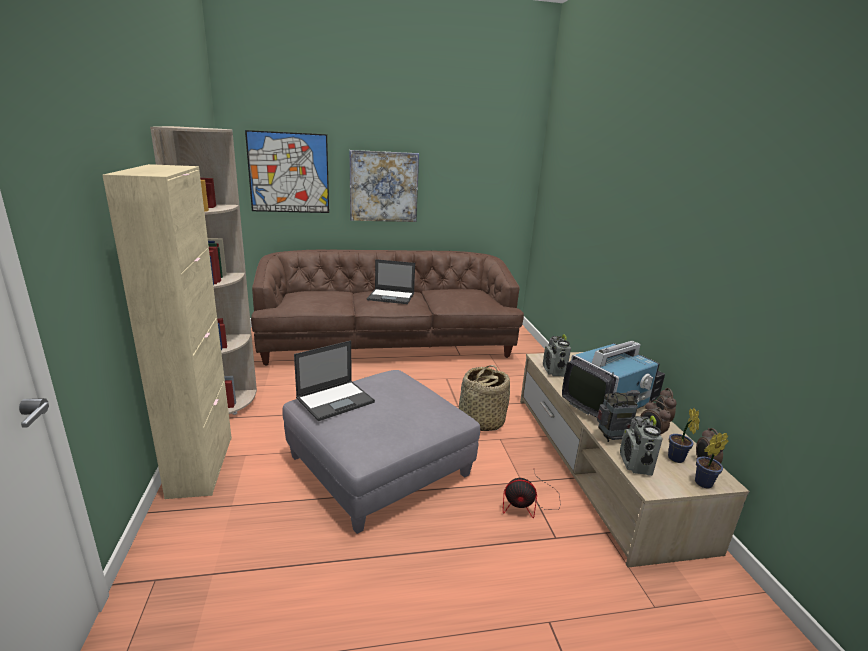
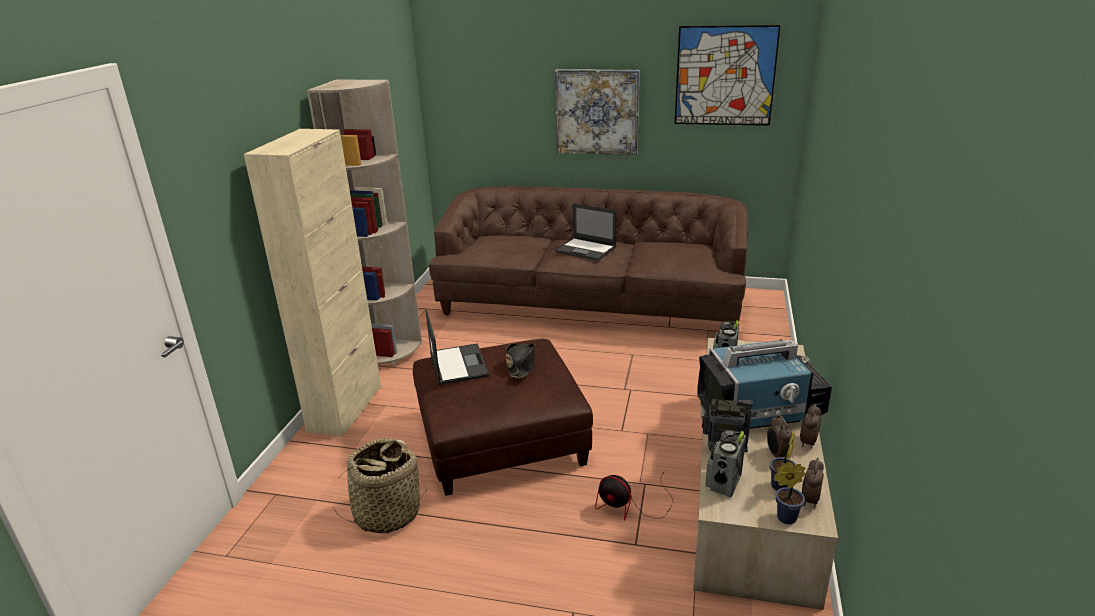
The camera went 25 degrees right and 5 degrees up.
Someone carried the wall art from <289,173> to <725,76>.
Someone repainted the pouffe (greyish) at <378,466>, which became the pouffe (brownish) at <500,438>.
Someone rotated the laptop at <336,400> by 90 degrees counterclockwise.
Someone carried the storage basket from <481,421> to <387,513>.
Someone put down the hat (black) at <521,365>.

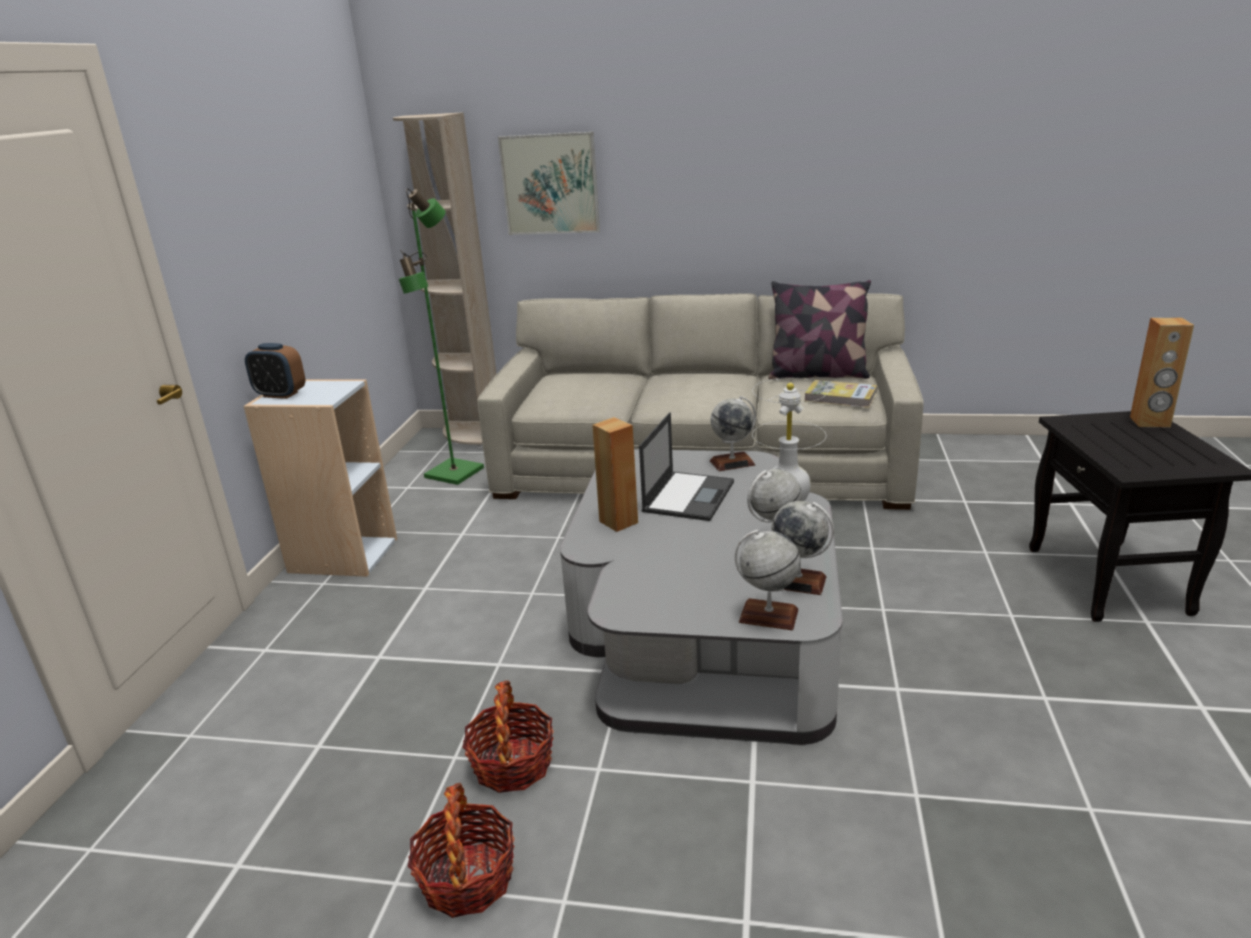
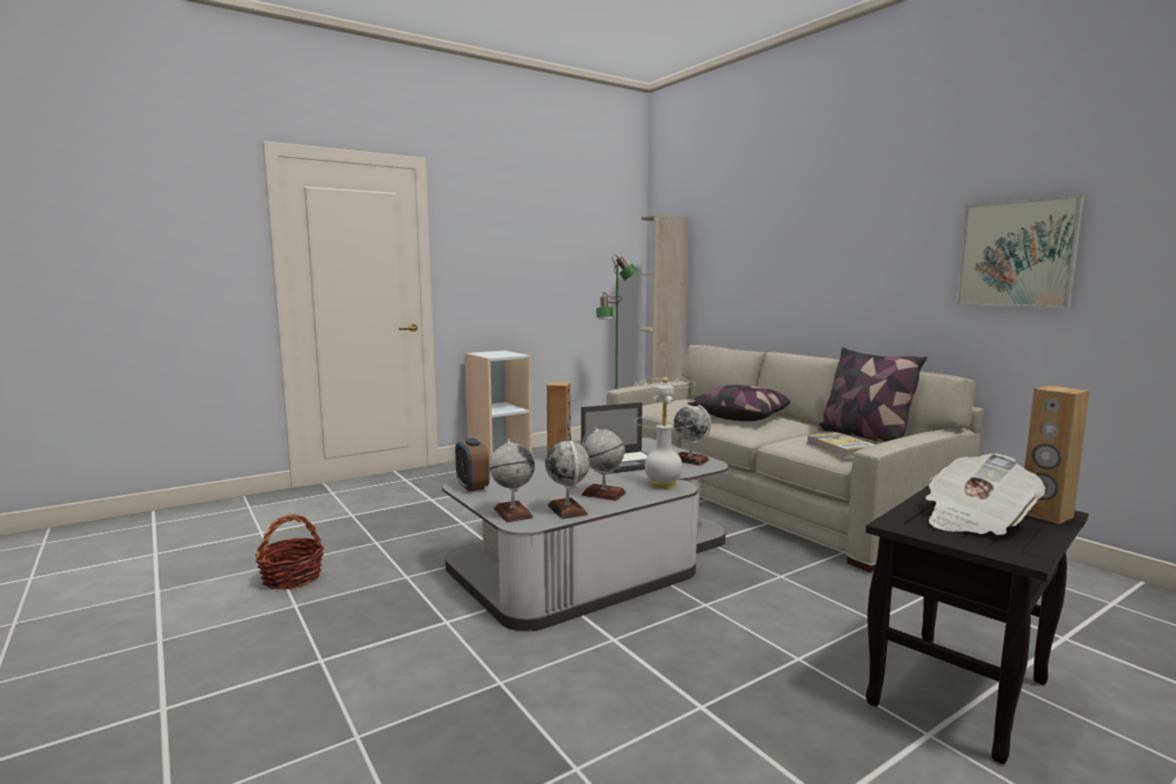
The camera went 45 degrees right and 15 degrees down.
Someone carried the alarm clock from <280,394> to <472,486>.
Someone took away the storage basket at <512,764>.
Someone carried the wall art from <550,184> to <1016,254>.
Someone put down the pillow at <741,417>.
Someone put down the newspaper at <974,521>.

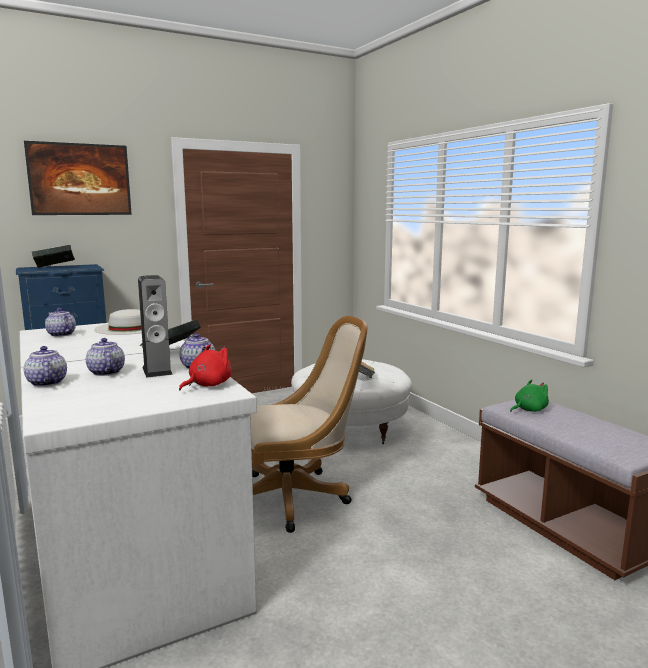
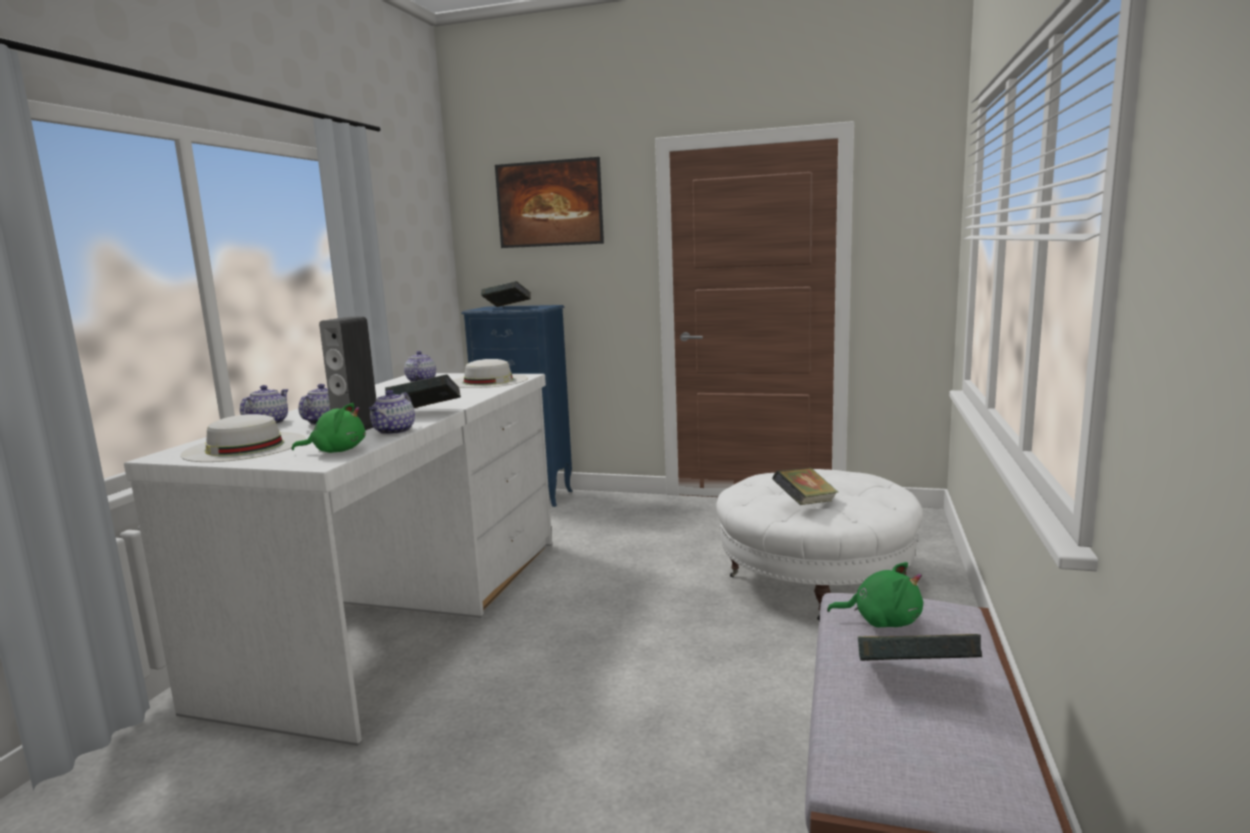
The camera went 45 degrees right and 0 degrees up.
Someone repainted the plush toy (red-coloured) at <208,385>, which became the plush toy (greenish) at <336,451>.
Someone took away the computer chair at <296,496>.
Someone put down the hat (whitish) at <245,447>.
Someone put down the bound book at <917,680>.

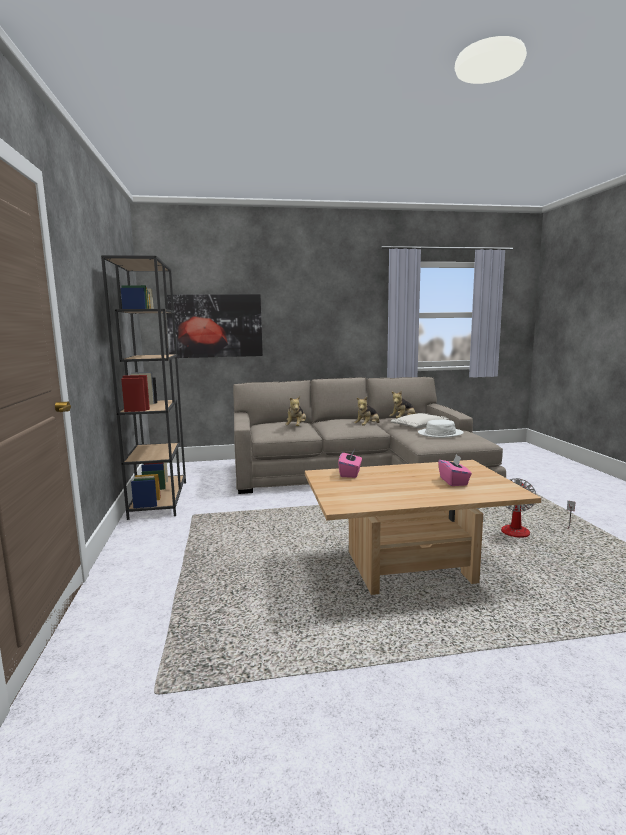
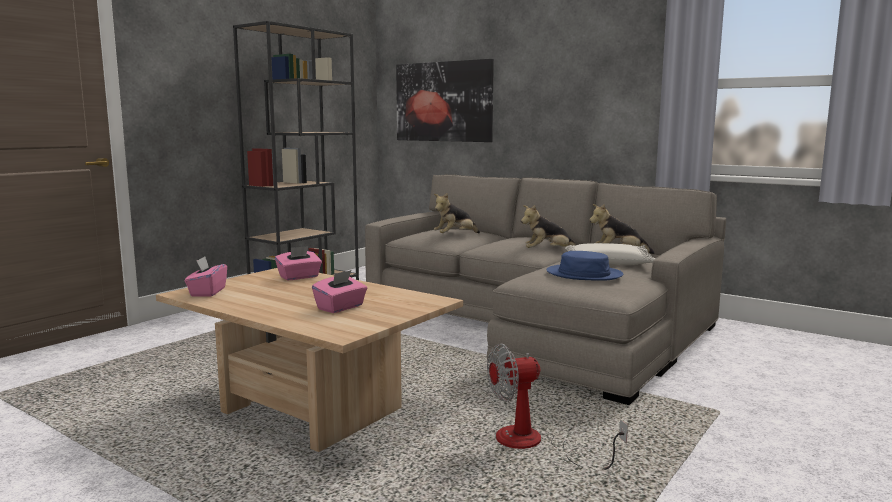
The camera went 45 degrees right and 0 degrees up.
Someone repainted the hat (whitish) at <440,433>, which became the hat (blue-coloured) at <584,274>.
Someone put down the tissue box (pink) at <207,292>.

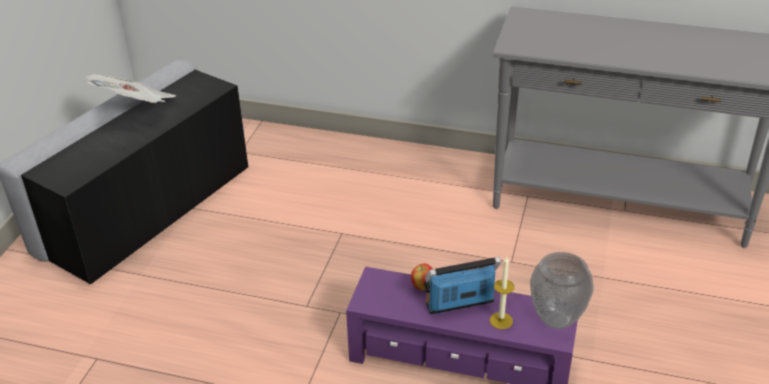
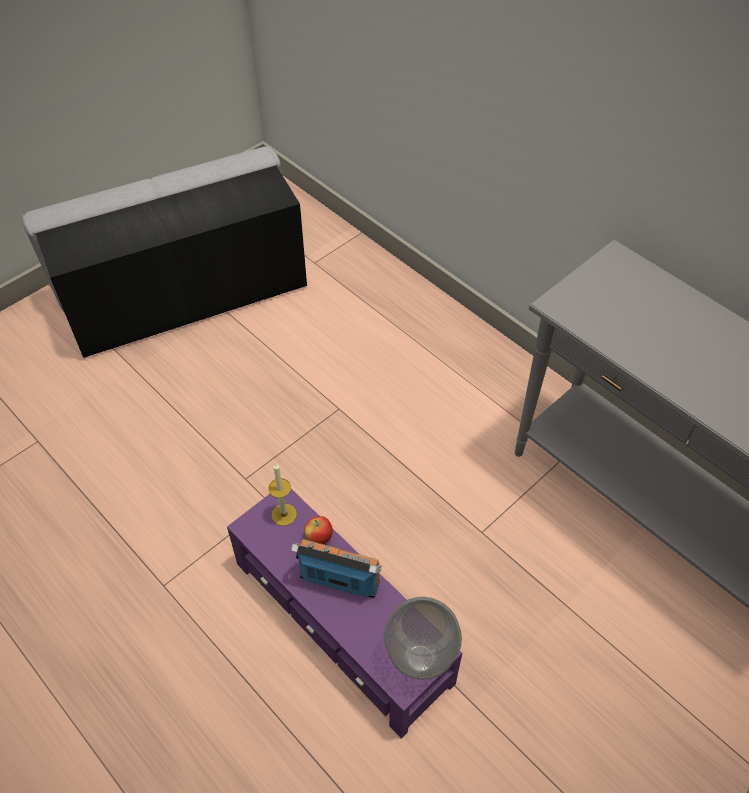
The camera went 30 degrees right and 15 degrees up.
Someone took away the newspaper at <135,107>.
Someone carried the wax candle from <501,320> to <284,514>.

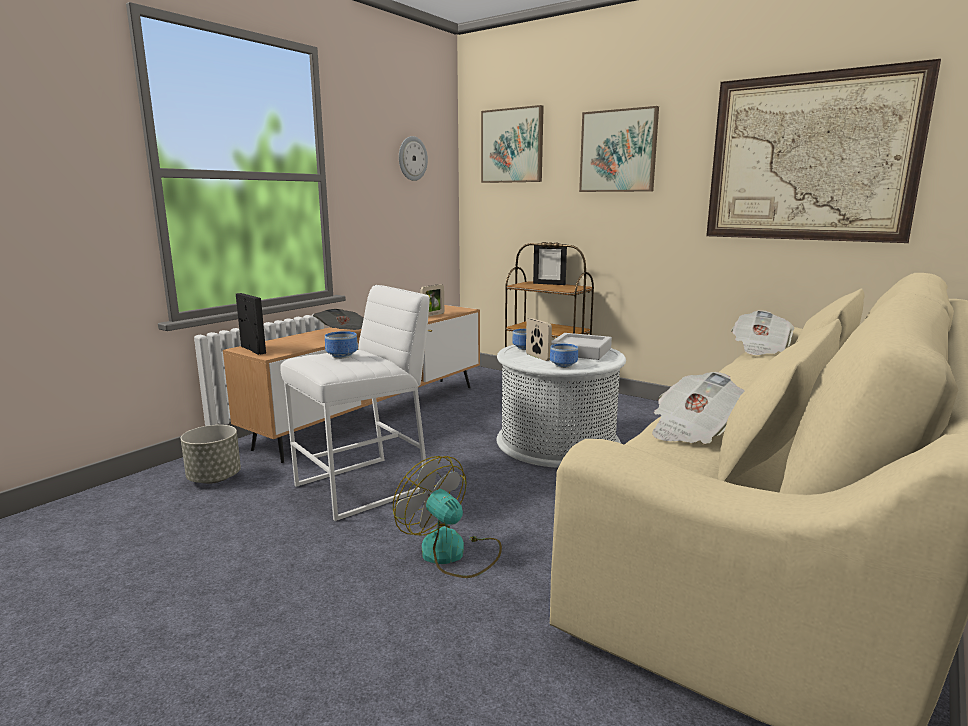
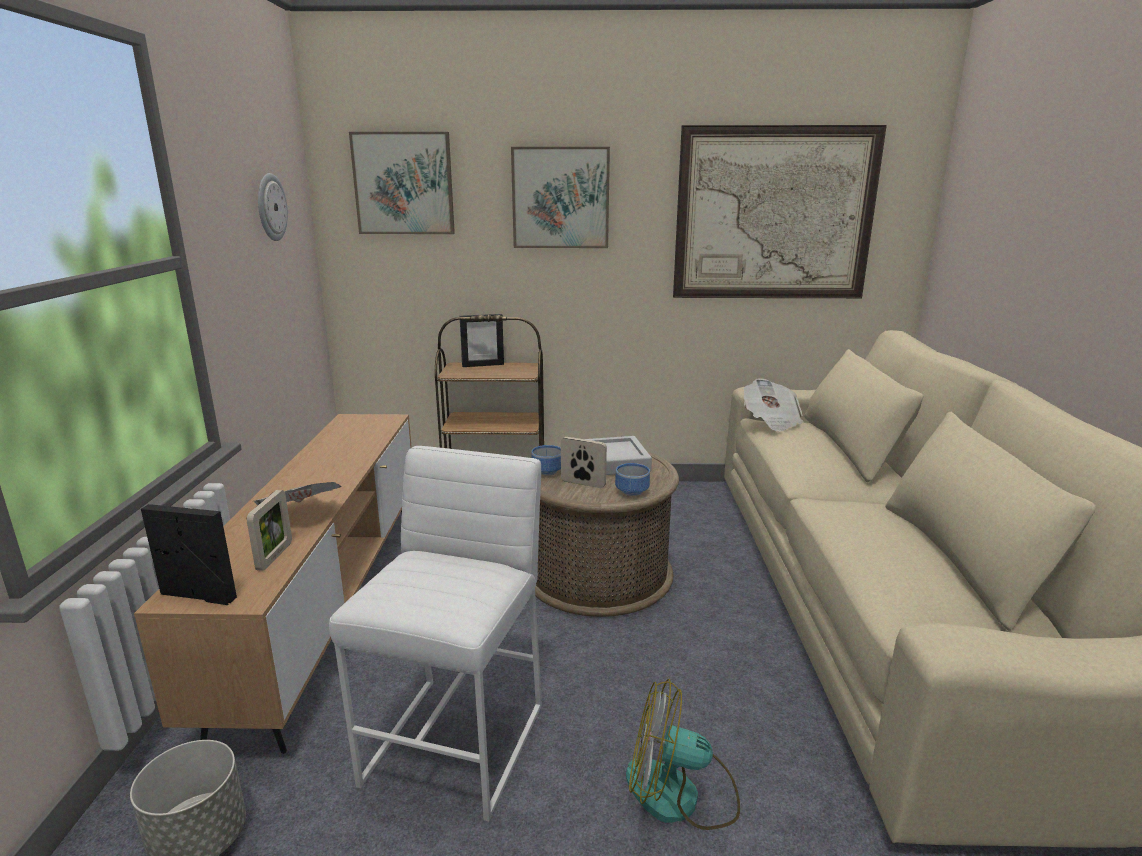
The camera went 35 degrees left and 5 degrees up.
Someone took away the deep dish at <340,356>.
Someone carried the standing frame from <432,315> to <275,556>.
Someone repainted the lounge table (whitish) at <558,442>, which became the lounge table (brownish) at <598,573>.
Someone took away the newspaper at <692,431>.

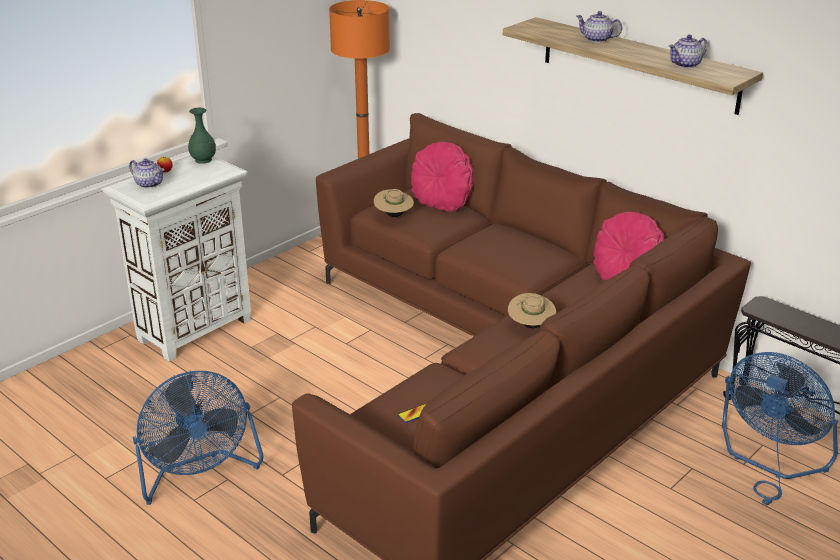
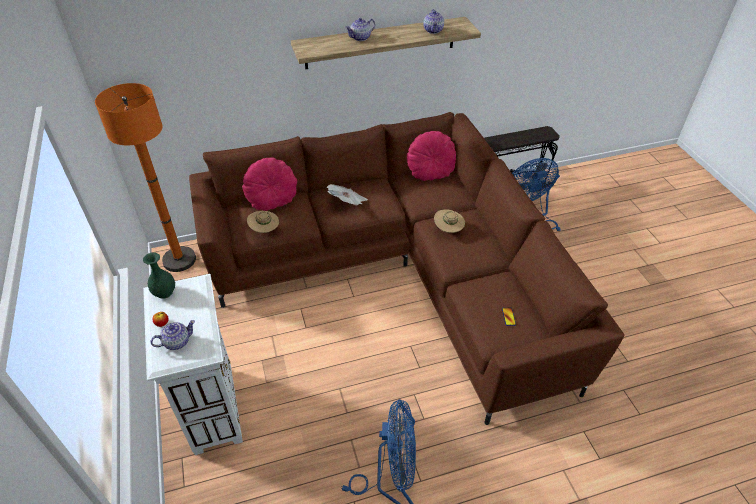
The camera went 60 degrees left and 15 degrees up.
Someone put down the newspaper at <347,203>.

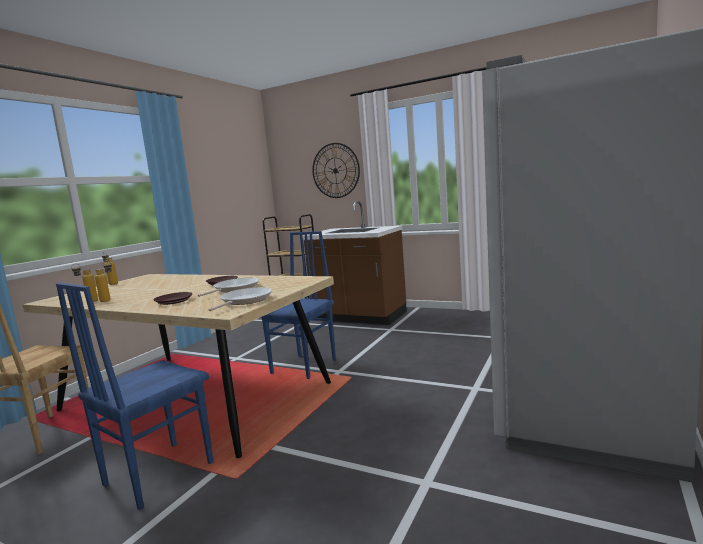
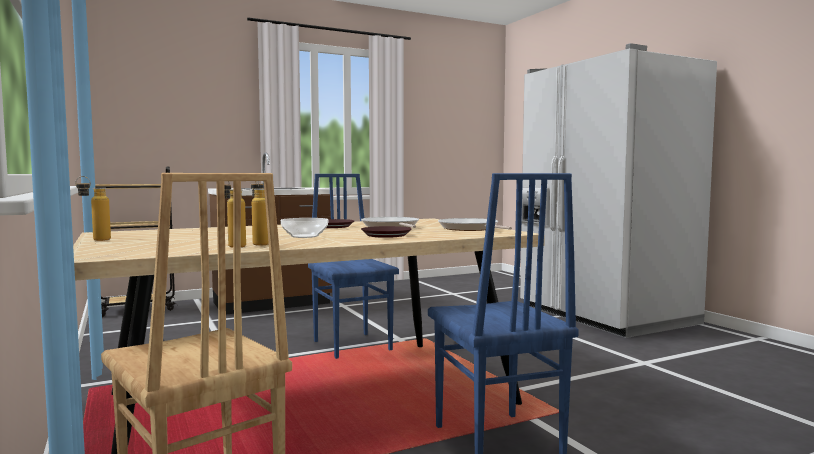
The camera went 55 degrees left and 5 degrees down.
Someone took away the hanging clock at <335,170>.
Someone put down the deep dish at <304,236>.

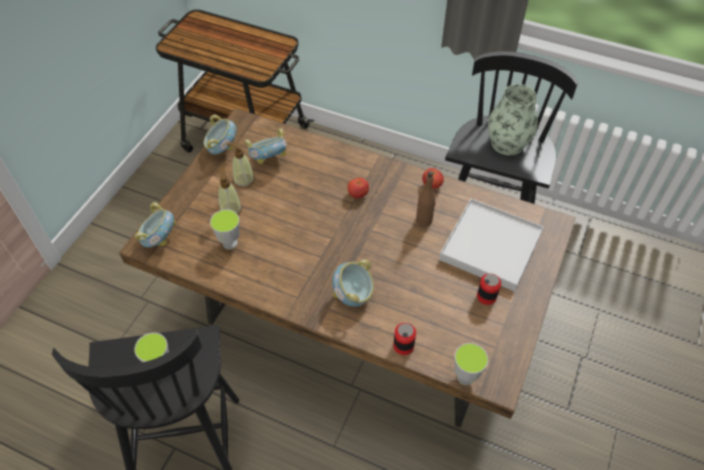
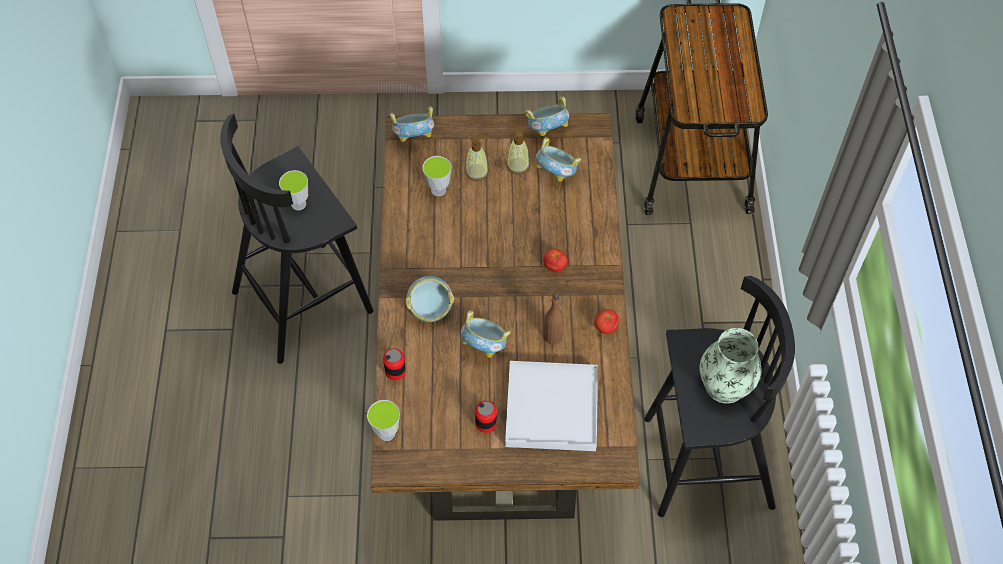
The camera went 65 degrees right and 5 degrees up.
Someone put down the deep dish at <484,345>.

